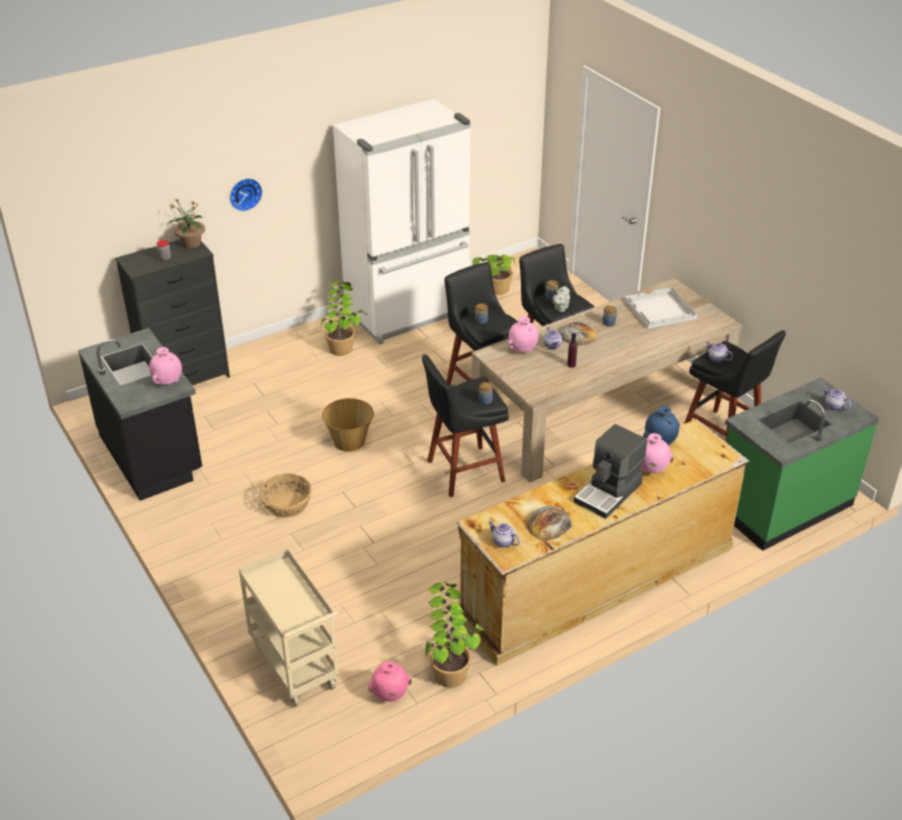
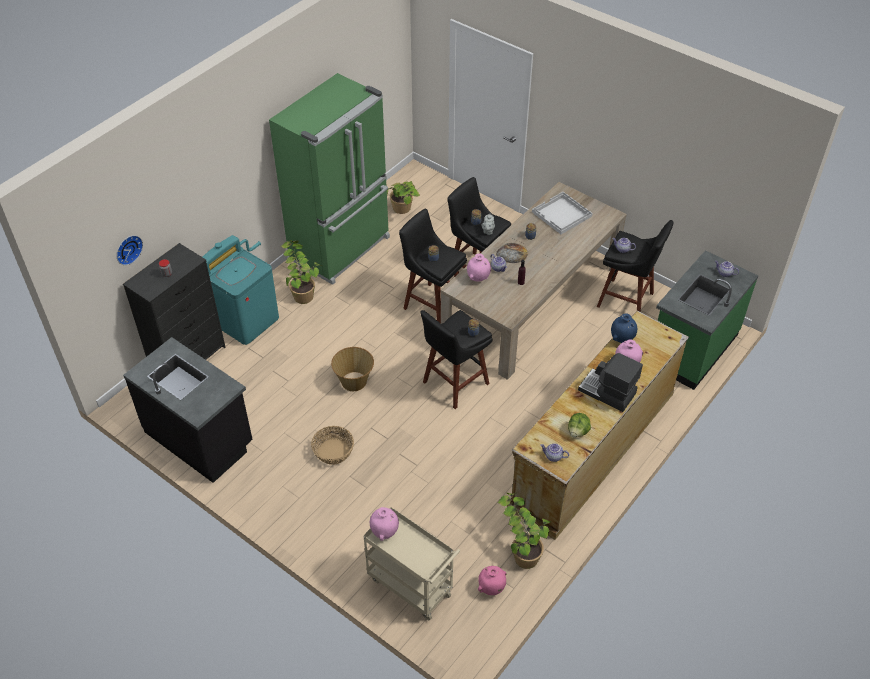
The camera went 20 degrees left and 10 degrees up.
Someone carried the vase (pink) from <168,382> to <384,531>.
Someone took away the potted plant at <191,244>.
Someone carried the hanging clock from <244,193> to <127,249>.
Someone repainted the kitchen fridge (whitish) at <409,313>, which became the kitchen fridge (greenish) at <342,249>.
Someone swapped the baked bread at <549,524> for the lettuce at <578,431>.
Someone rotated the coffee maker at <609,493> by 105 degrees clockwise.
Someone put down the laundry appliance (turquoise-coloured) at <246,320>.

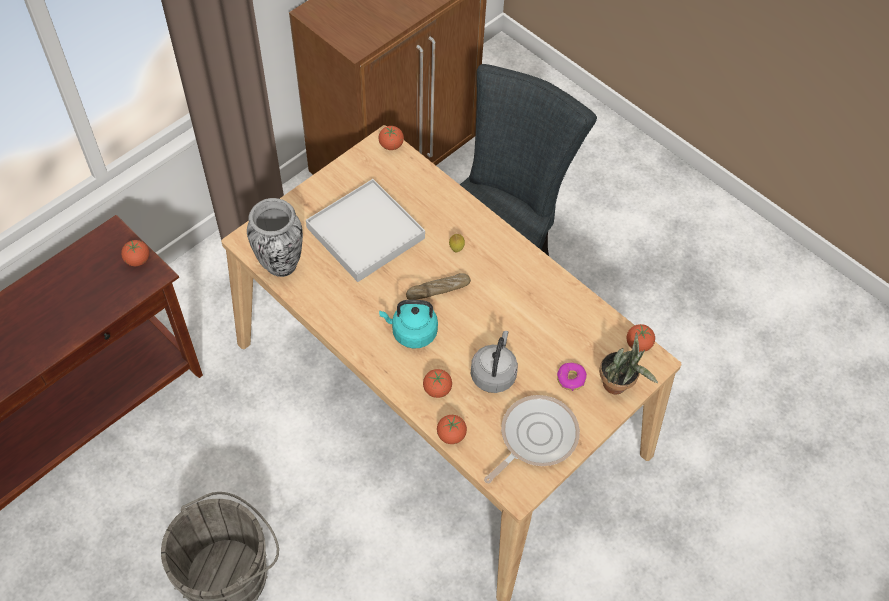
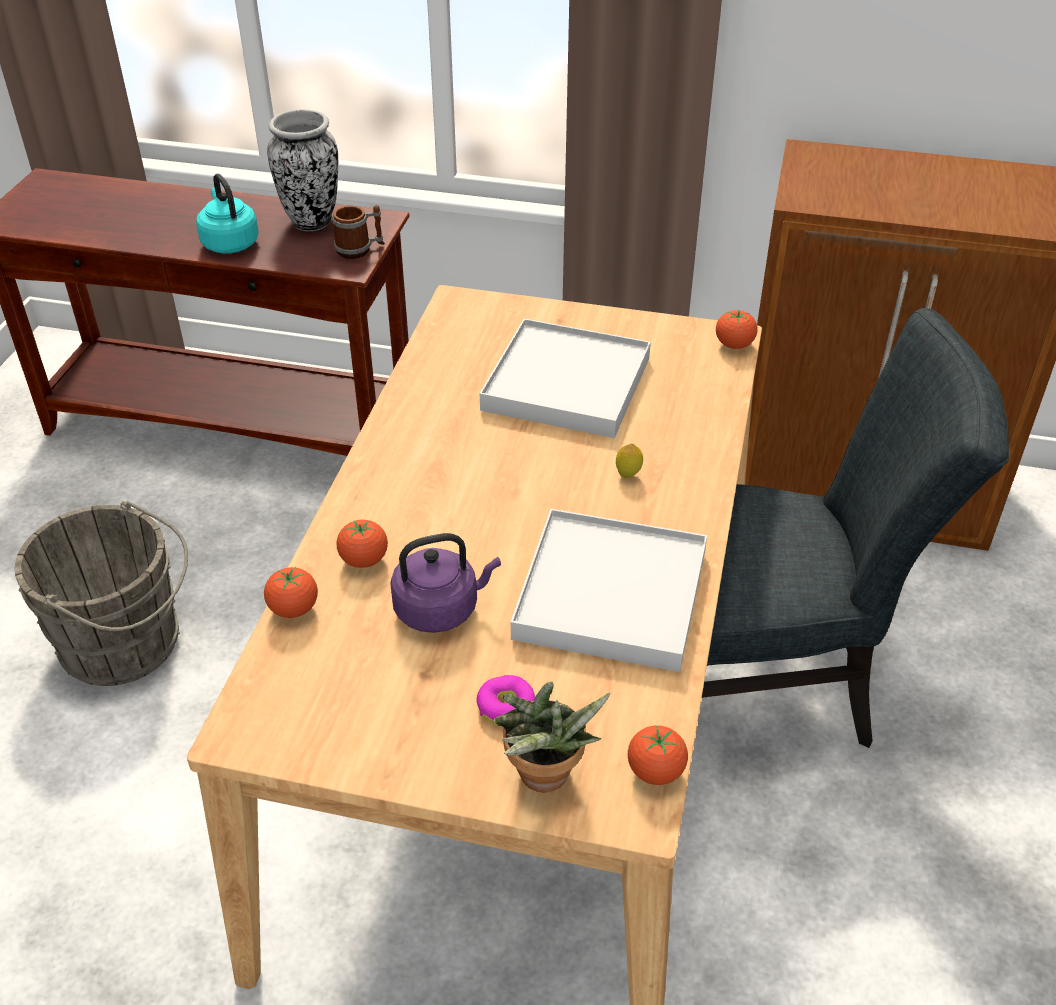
The camera went 60 degrees right and 15 degrees down.
Someone swapped the fresh tomato at <138,260> for the mug at <360,249>.
Someone carried the vase from <281,264> to <312,221>.
Someone carried the tea kettle (turquoise-coloured) from <411,332> to <229,242>.
Someone took away the baked bread at <438,290>.
Someone repainted the tea kettle (greyish) at <493,373>, which became the tea kettle (purple) at <441,609>.
Someone took away the skillet at <534,437>.
Someone put down the carrying tray (whitish) at <610,595>.

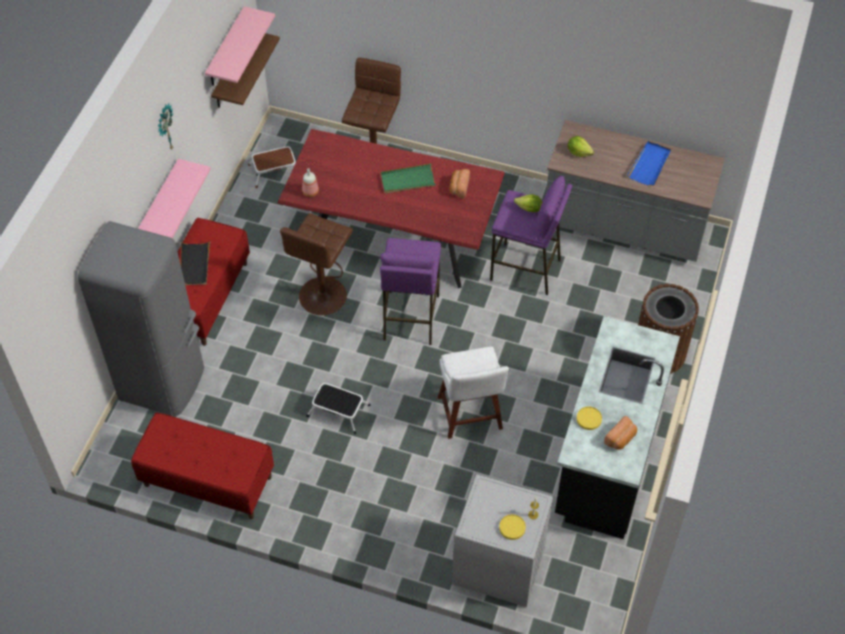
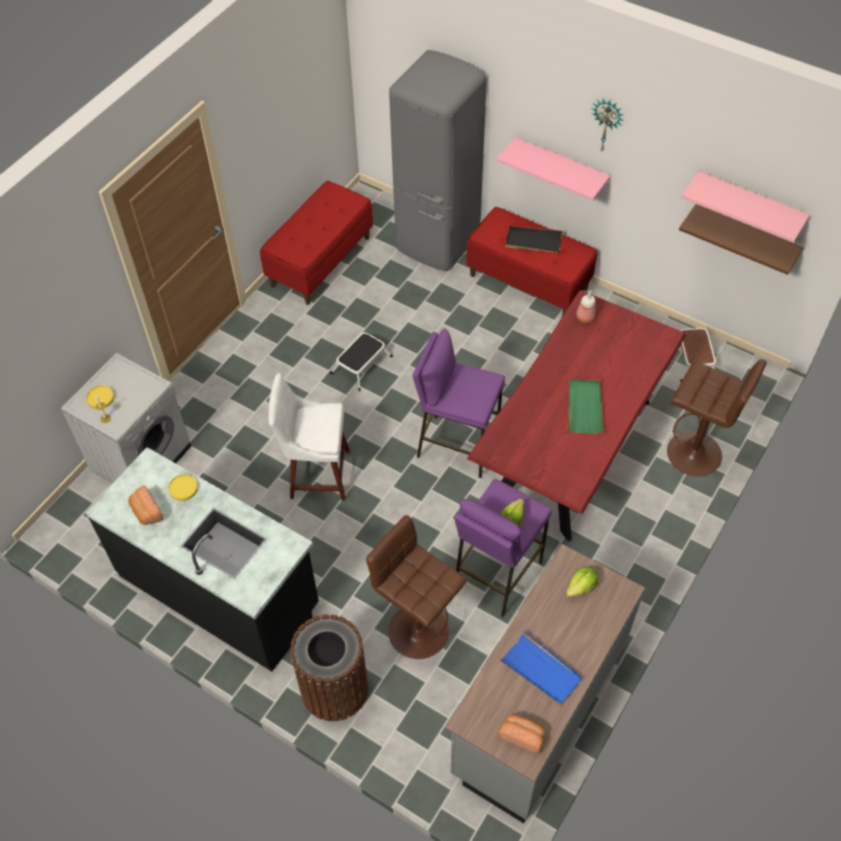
The camera went 105 degrees right and 0 degrees up.
Someone carried the stool seat (brownish) from <322,296> to <418,630>.
Someone carried the baked bread from <458,187> to <522,735>.

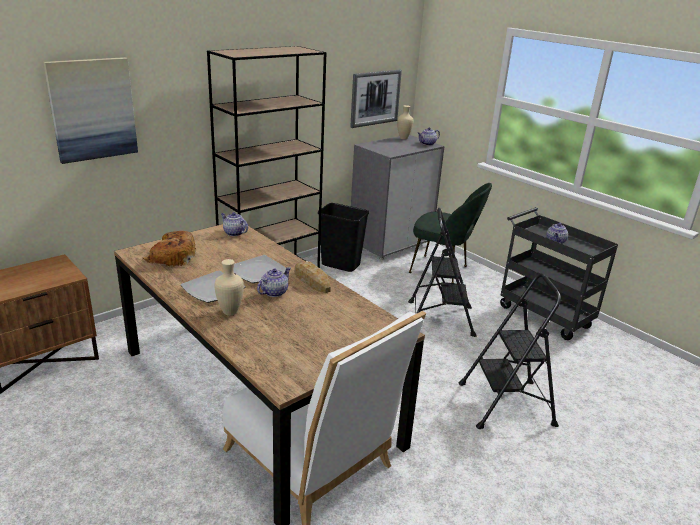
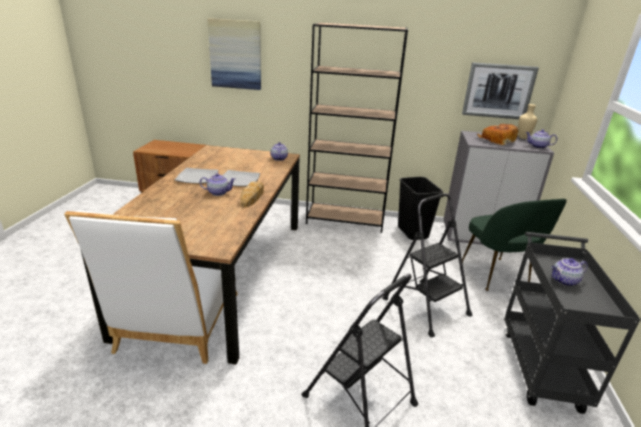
The camera went 50 degrees right and 0 degrees up.
Someone carried the baked bread from <171,257> to <497,140>.
Someone took away the vase (sand-coloured) at <231,312>.

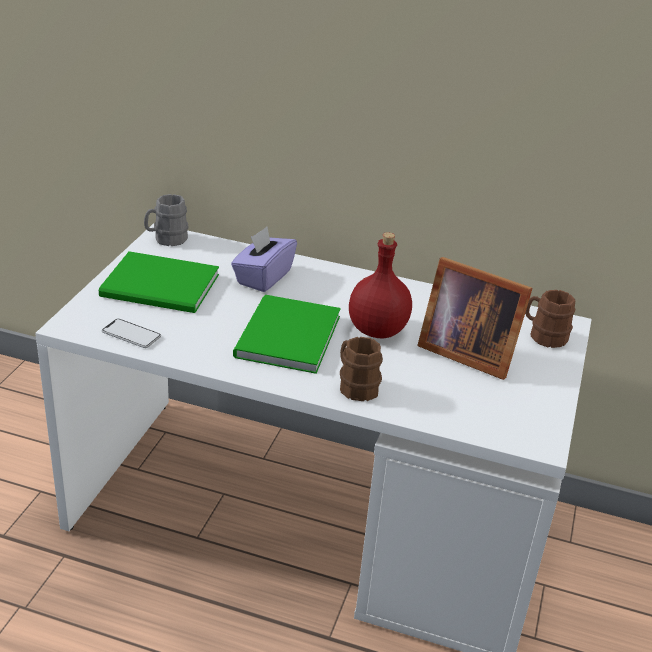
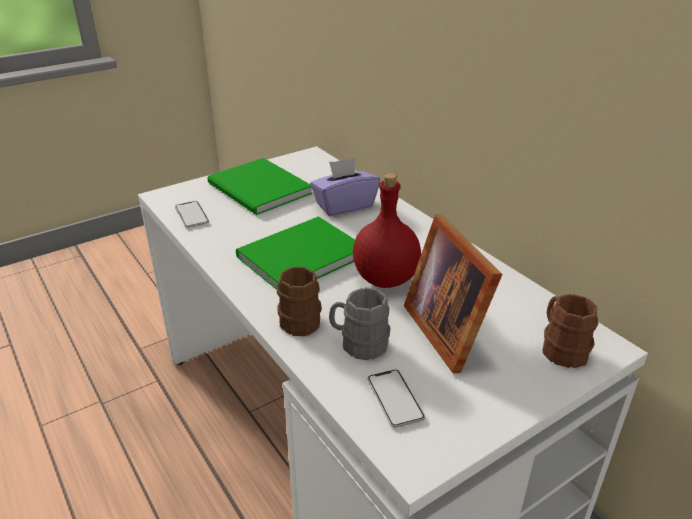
The camera went 40 degrees right and 0 degrees up.
Someone carried the mug (greyish) from <166,239> to <359,344>.
Someone put down the handset at <395,399>.

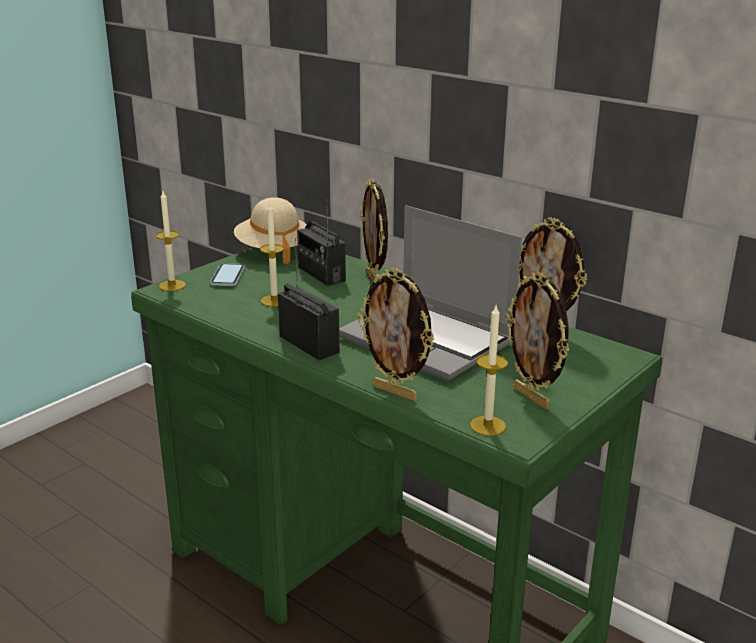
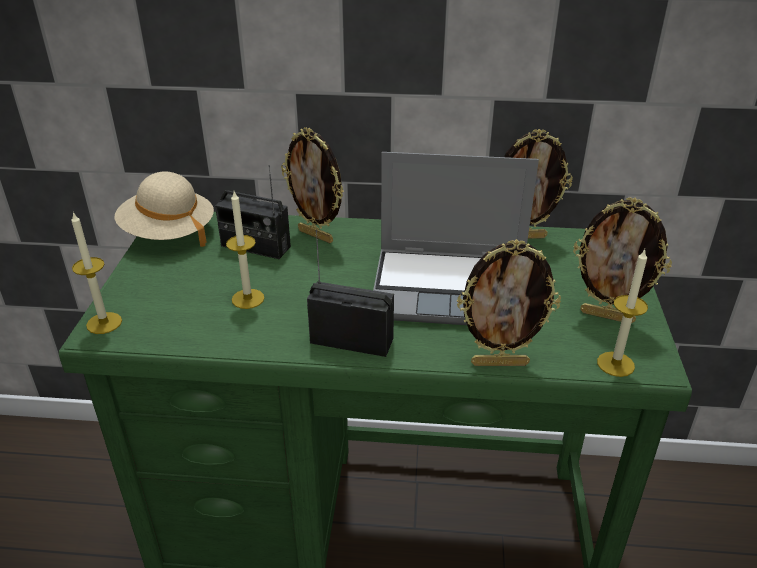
The camera went 35 degrees left and 10 degrees up.
Someone took away the handset at <228,276>.

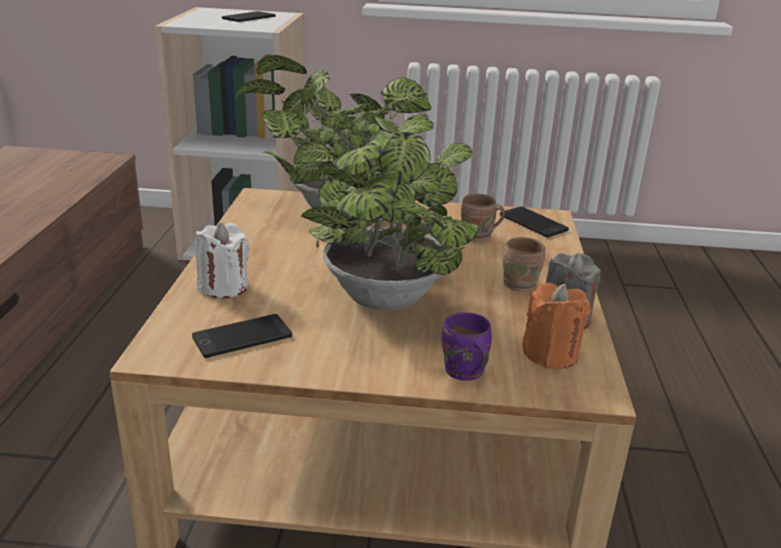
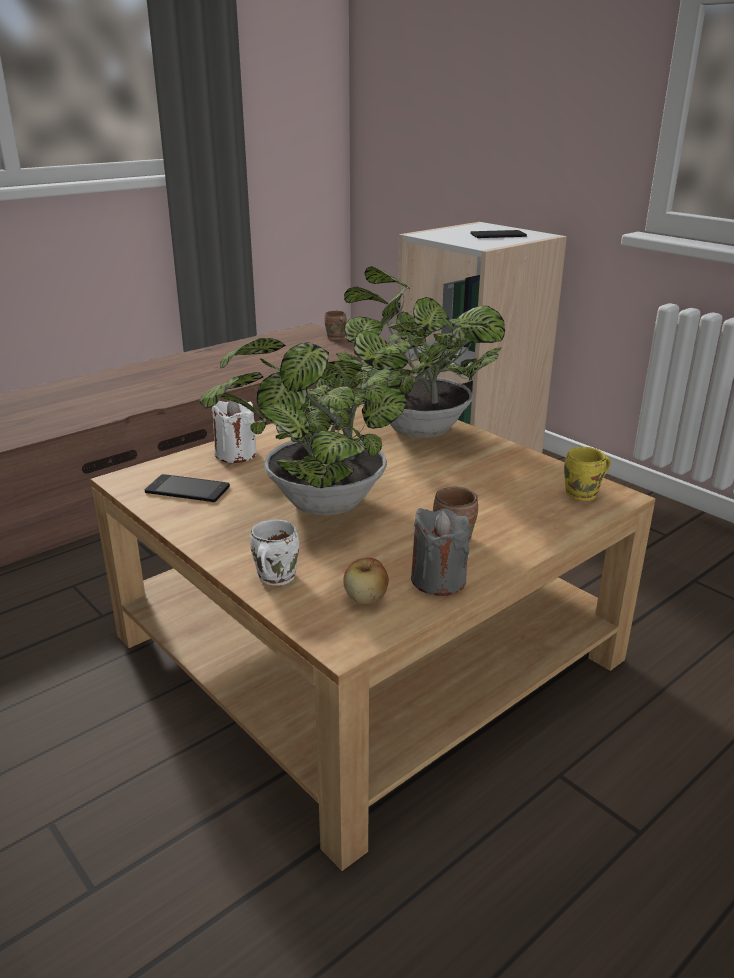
The camera went 45 degrees right and 0 degrees up.
Someone repainted the mug (purple) at <463,373>, which became the mug (whitish) at <273,577>.
Someone carried the mug (brownish) from <478,237> to <336,338>.
Someone swapped the handset at <533,222> for the mug (yellowish) at <584,495>.
Someone swapped the wax candle (orange) at <550,354> for the apple at <366,598>.

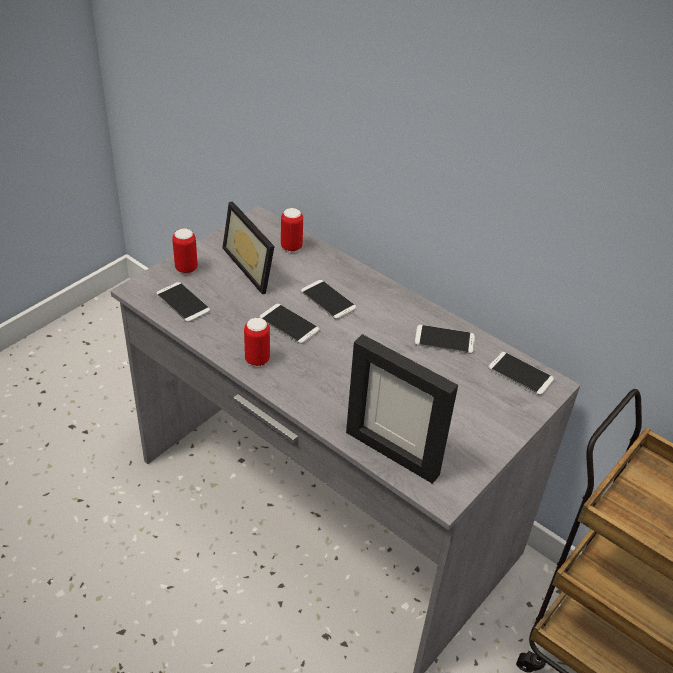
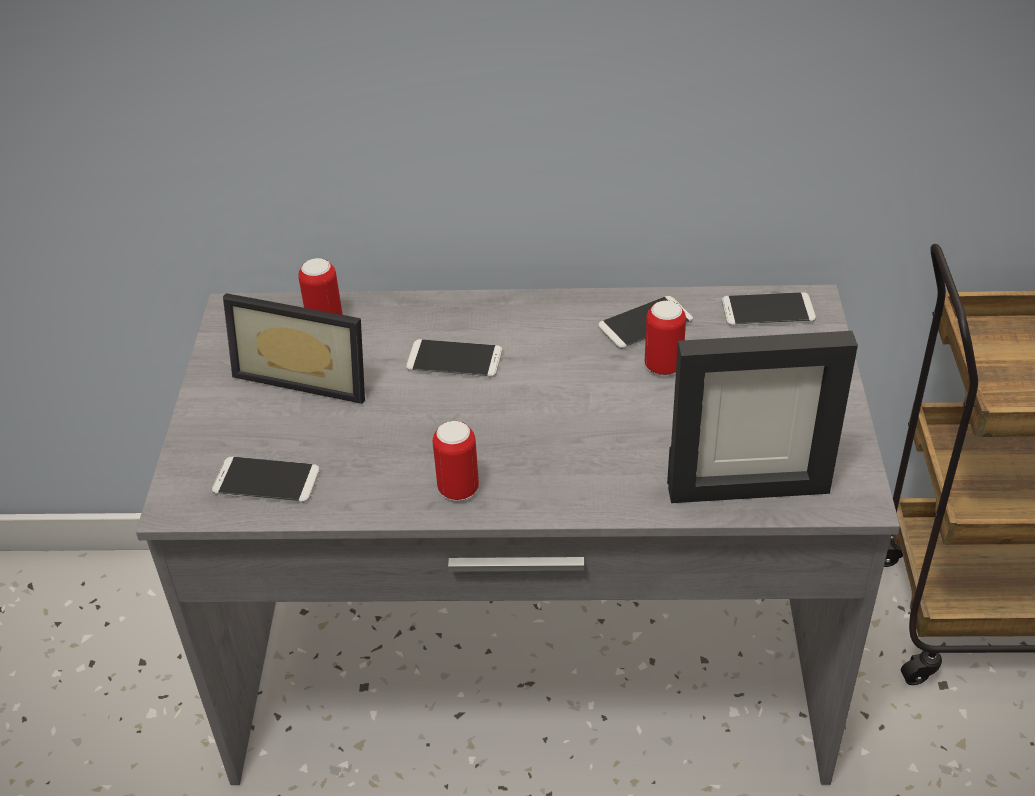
The camera went 35 degrees left and 0 degrees up.
Someone carried the metal can from <186,268> to <663,366>.
Someone took away the handset at <289,324>.

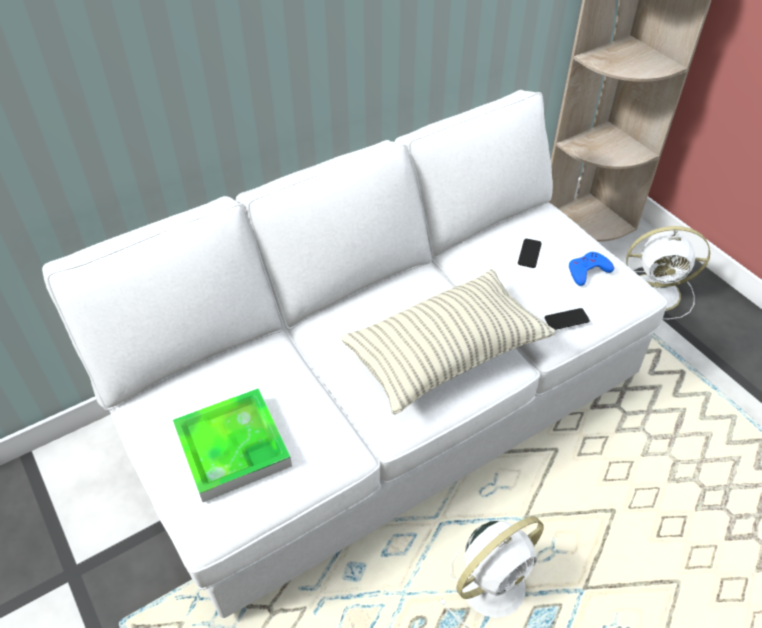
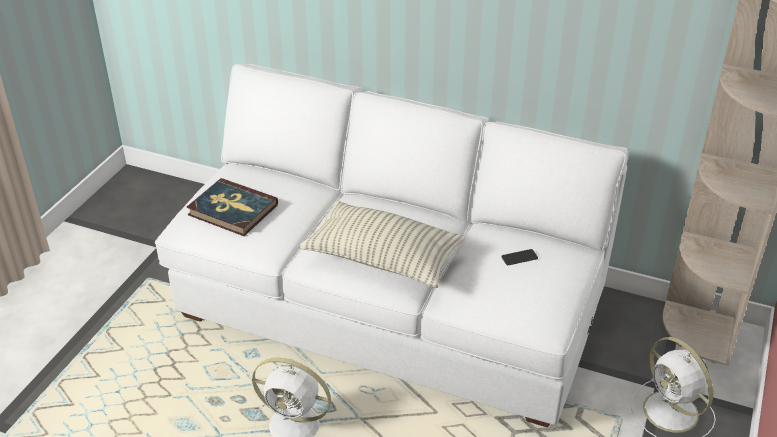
The camera went 55 degrees right and 10 degrees down.
Someone swapped the carrying tray at <233,447> for the bound book at <232,210>.
Someone took away the handset at <566,319>.
Someone took away the game controller (blue-coloured) at <587,271>.

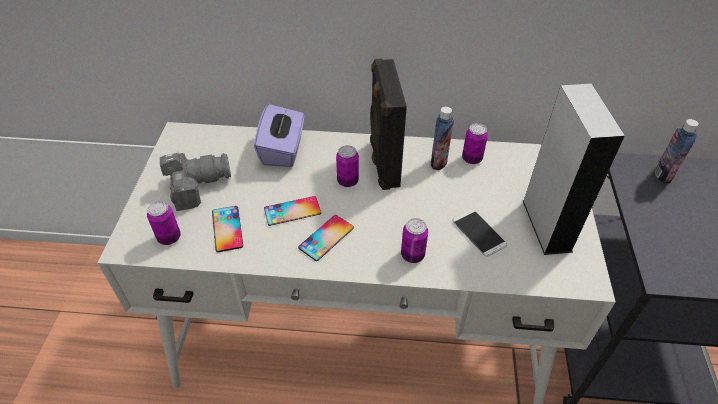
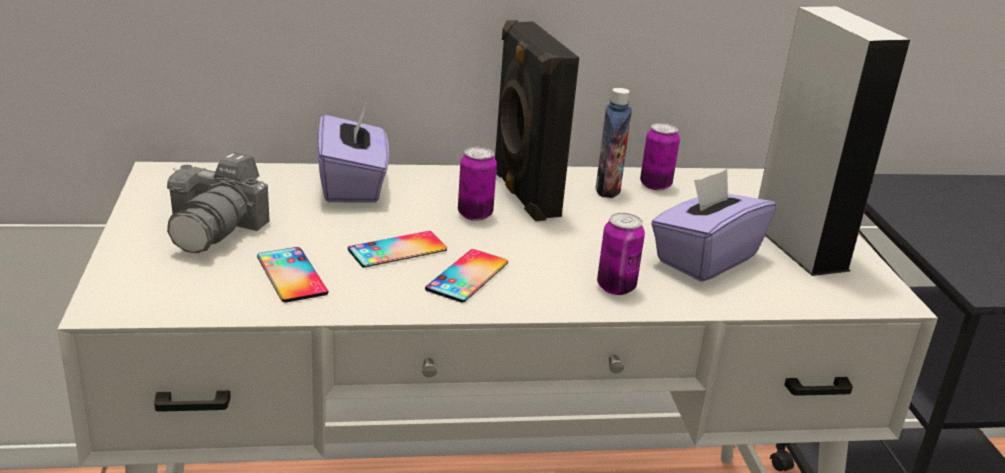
The camera went 15 degrees left and 20 degrees down.
Someone took away the metal can at <169,237>.
Someone rotated the photo camera at <196,185> by 135 degrees clockwise.
Someone swapped the handset at <479,233> for the tissue box (purple) at <705,259>.
Someone took away the beverage bottle at <663,175>.

